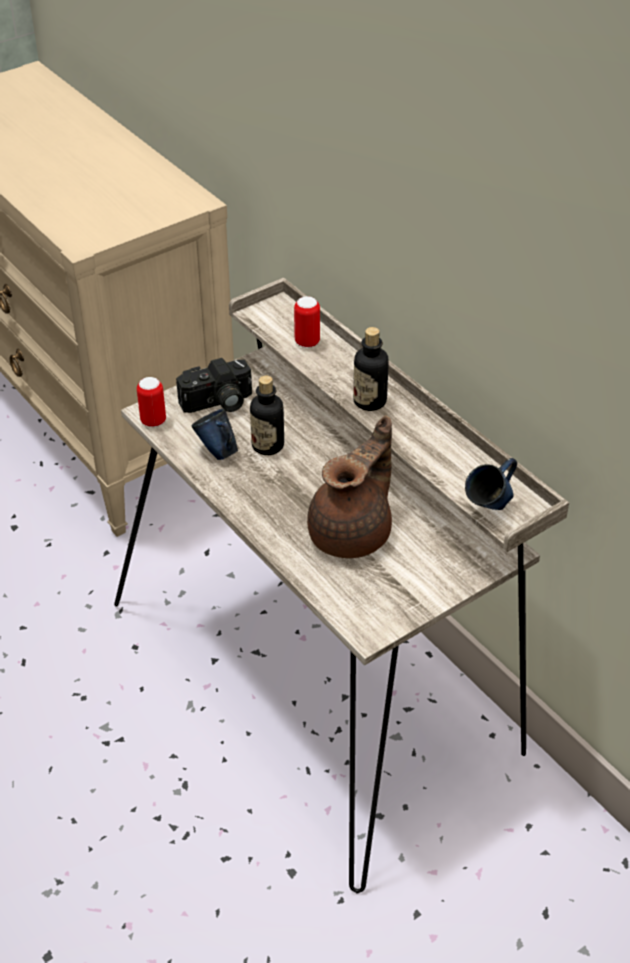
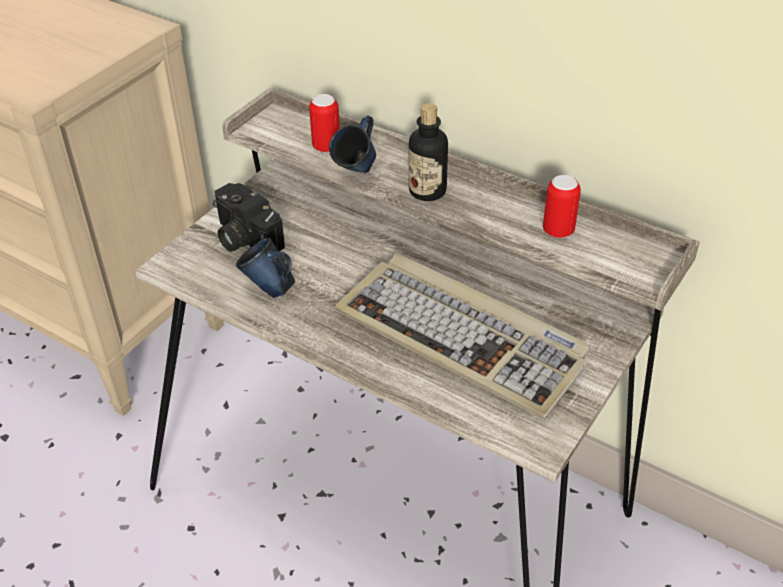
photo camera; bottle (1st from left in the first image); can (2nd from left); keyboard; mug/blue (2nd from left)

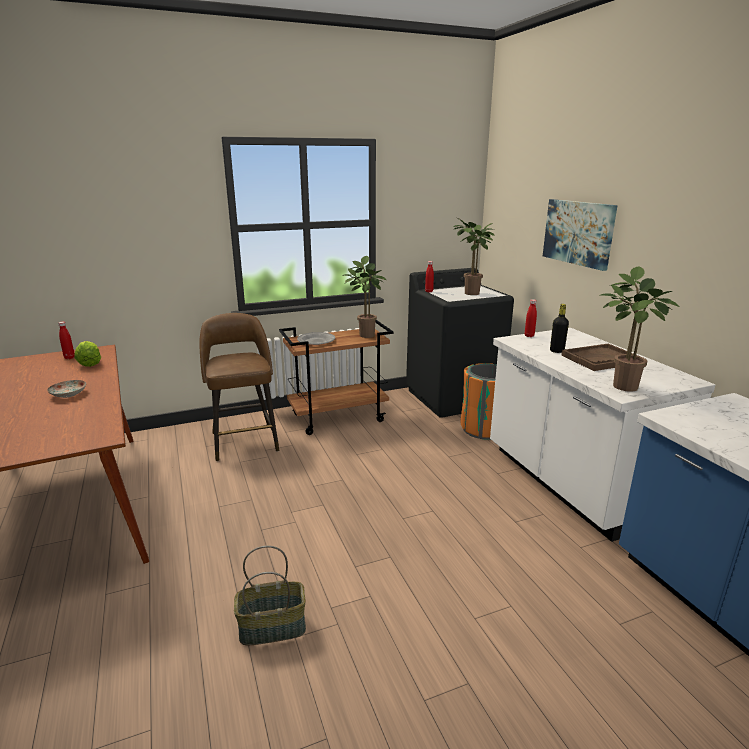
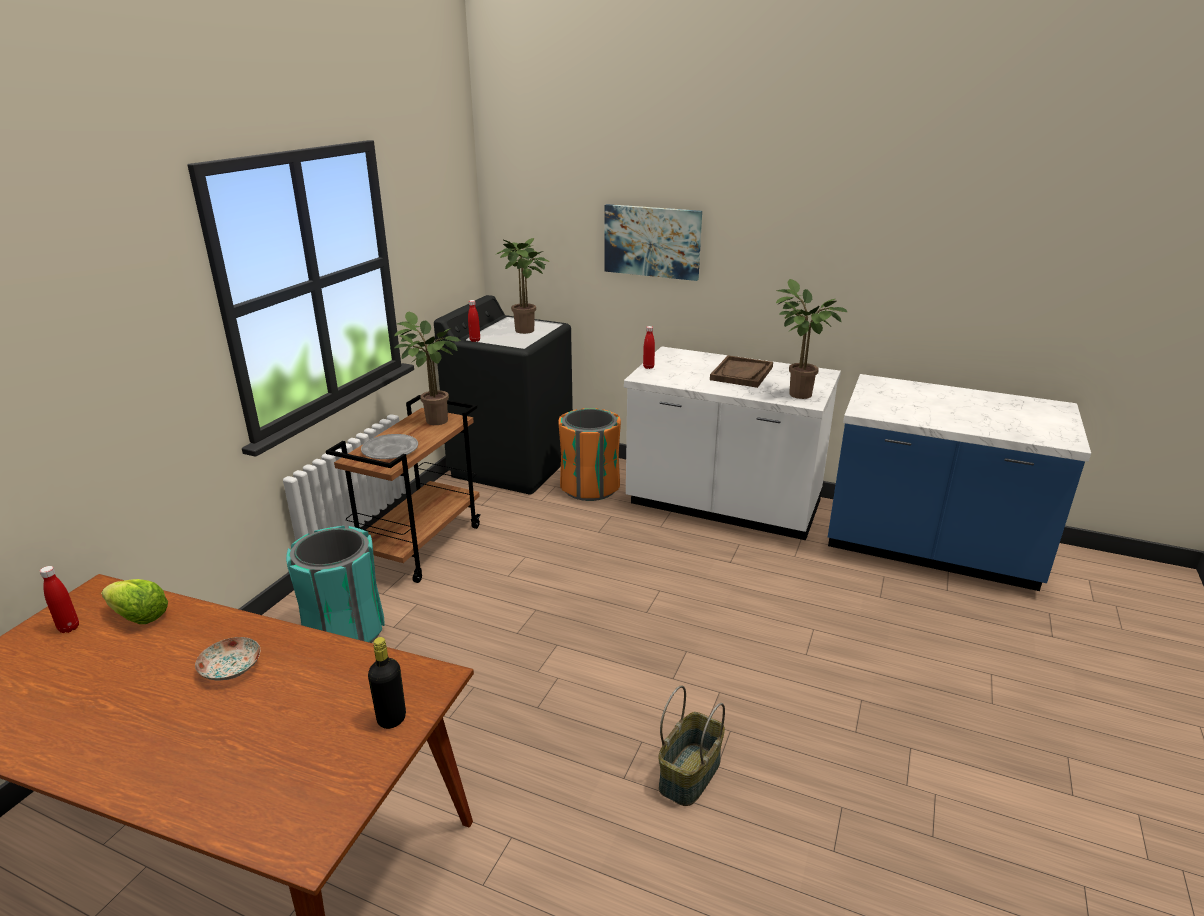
bottle/black; trash can/turquoise

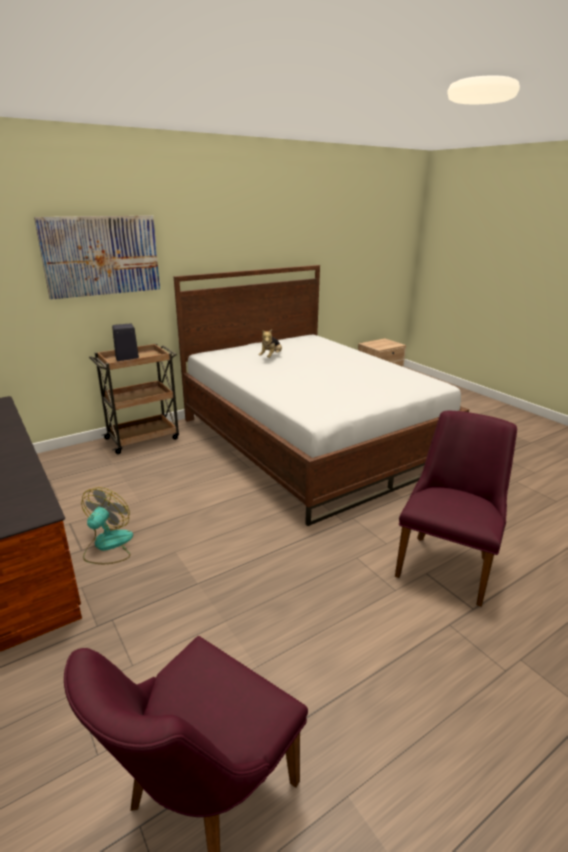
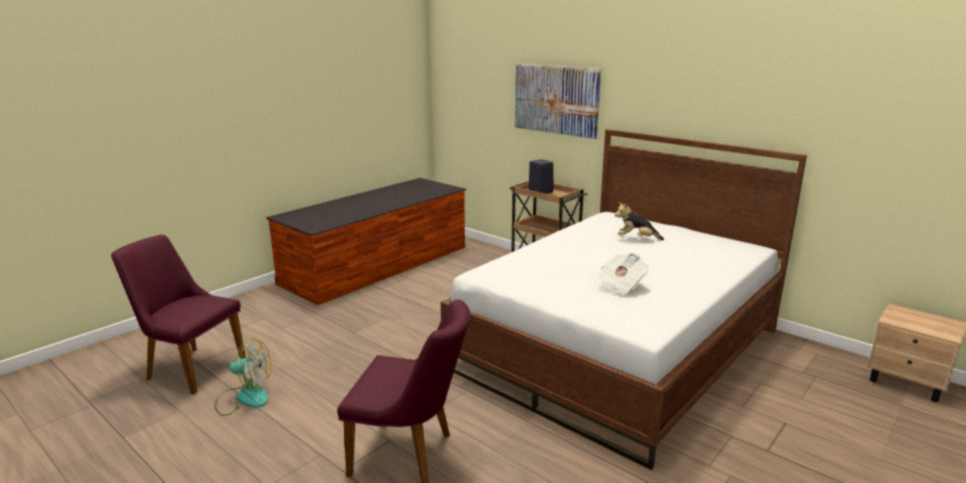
fan; newspaper

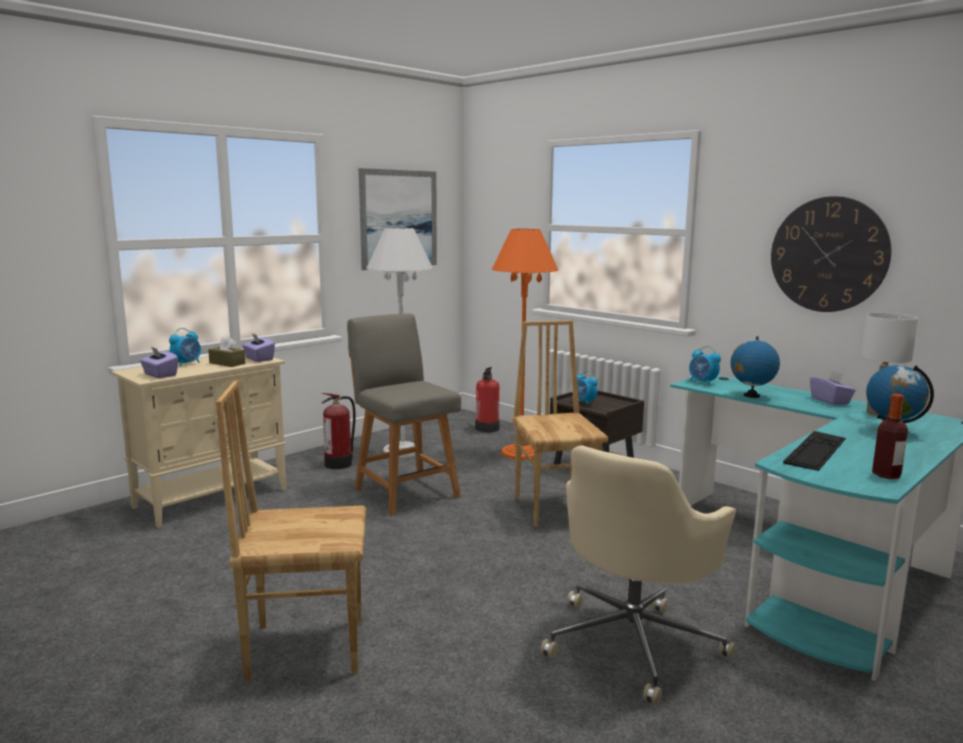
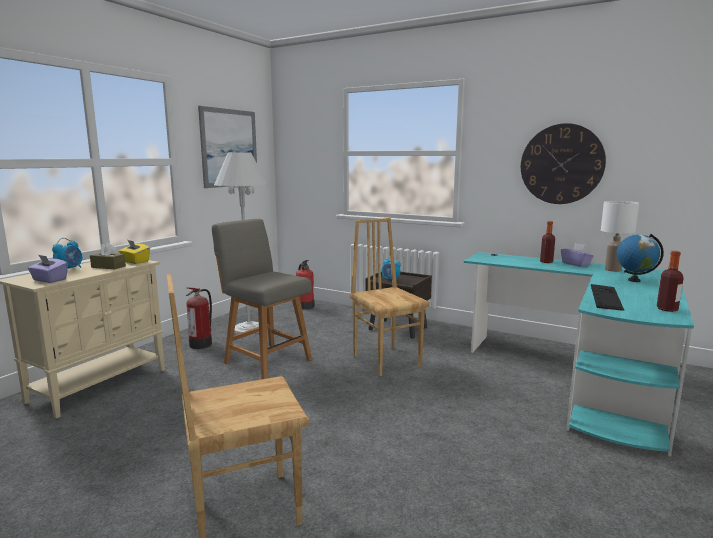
floor lamp/orange; tissue box/yellow; globe (1st from left in the first image); alarm clock (3rd from left in the first image); office chair/beige; bottle (1st from left)

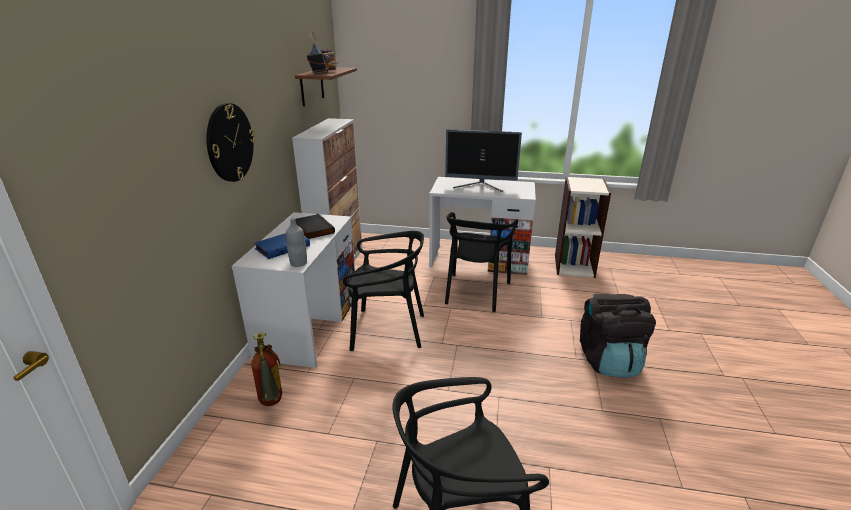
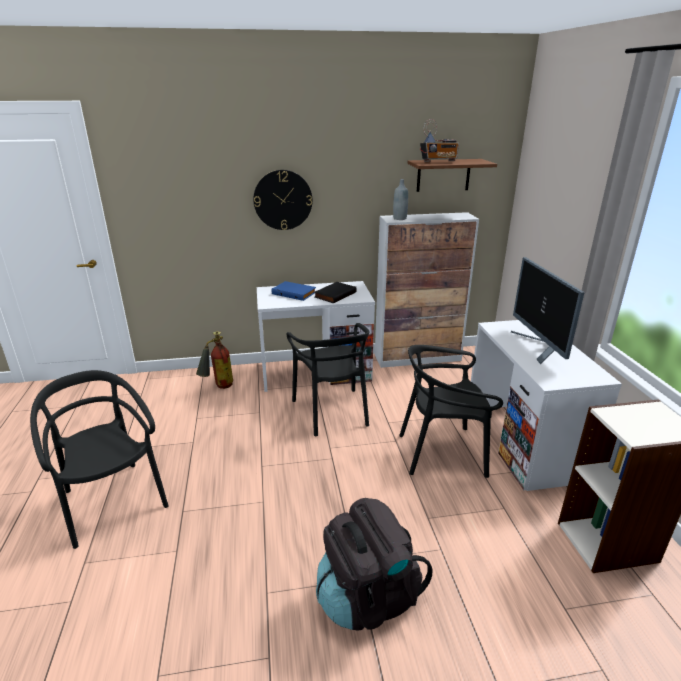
bottle/grey

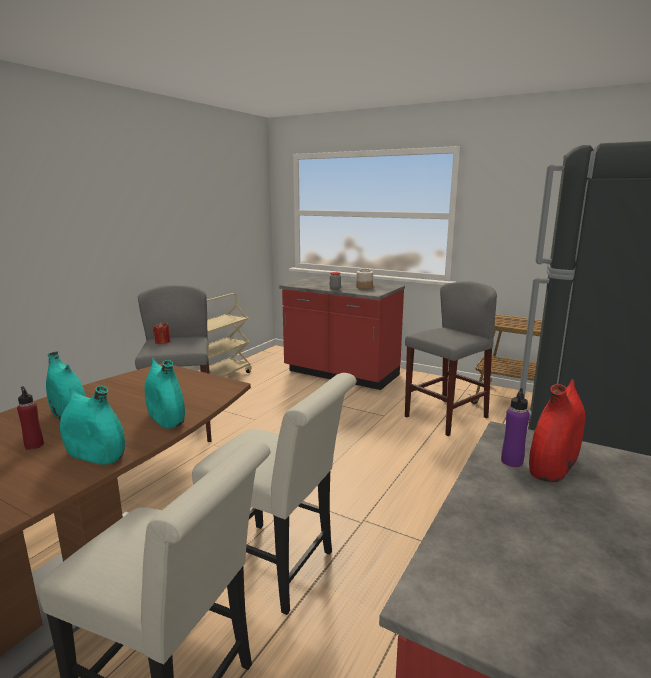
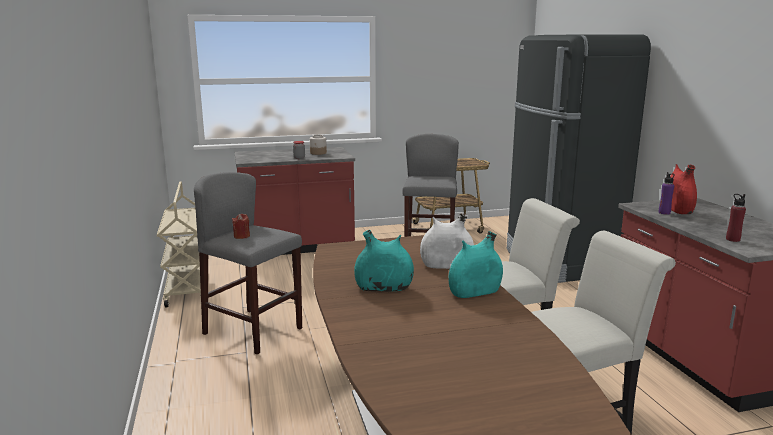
vase/white; bottle/red

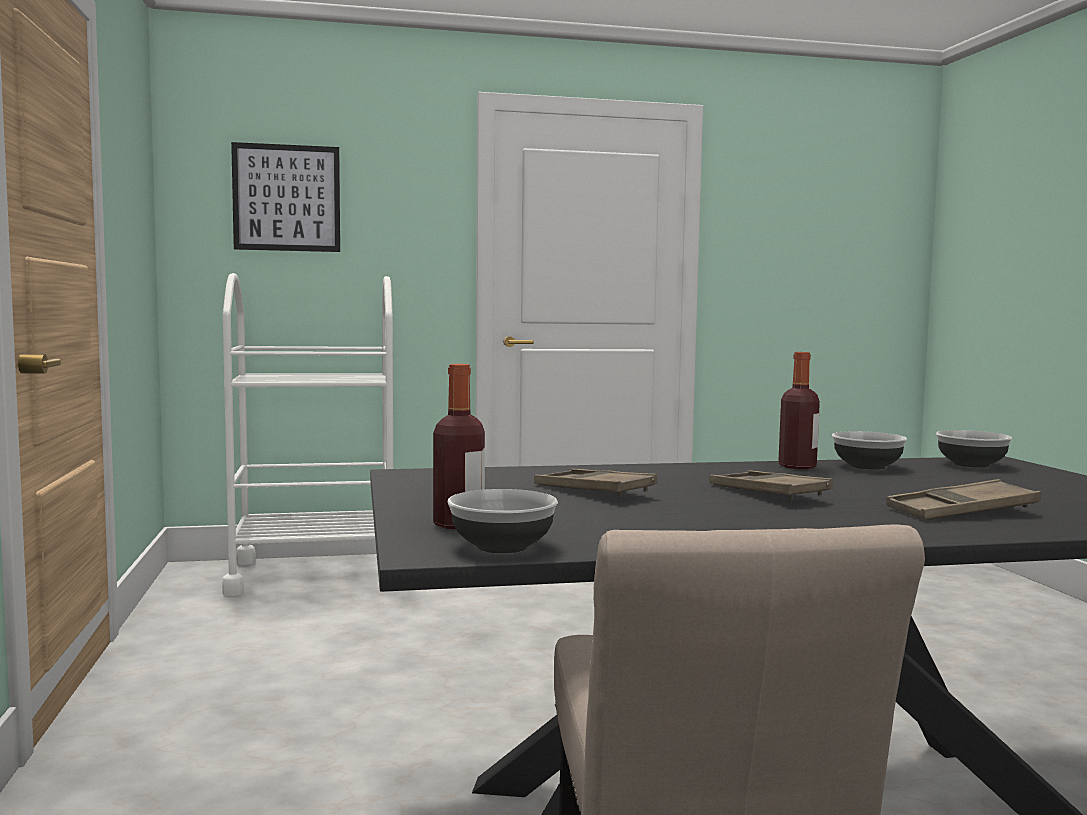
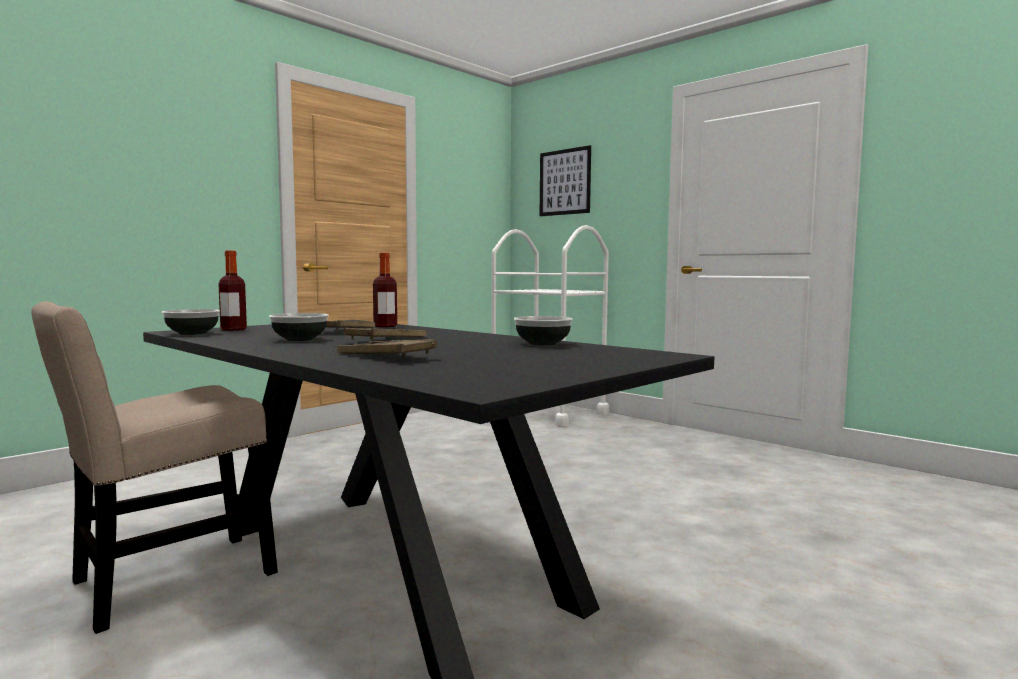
bottle (2nd from left); bowl (2nd from left)

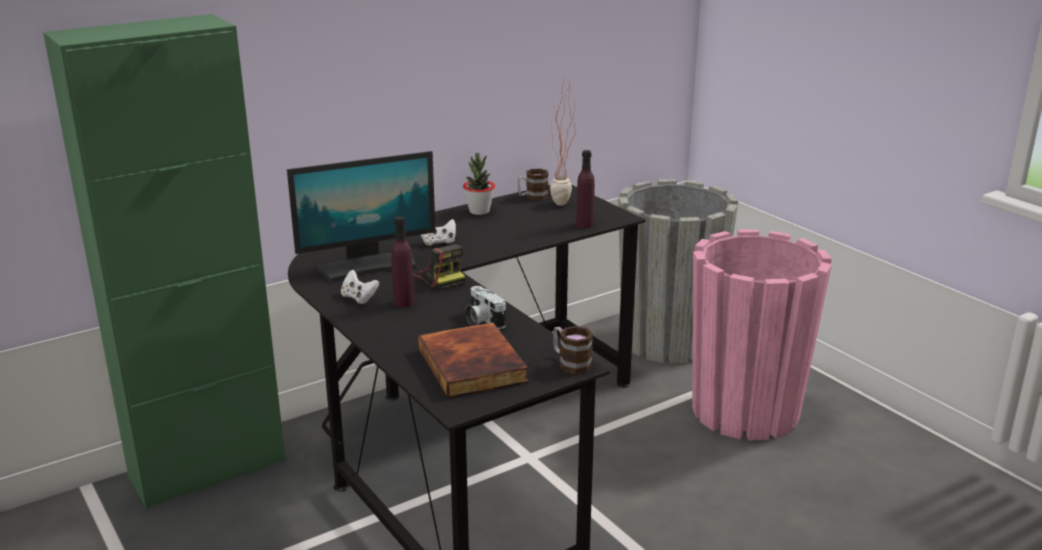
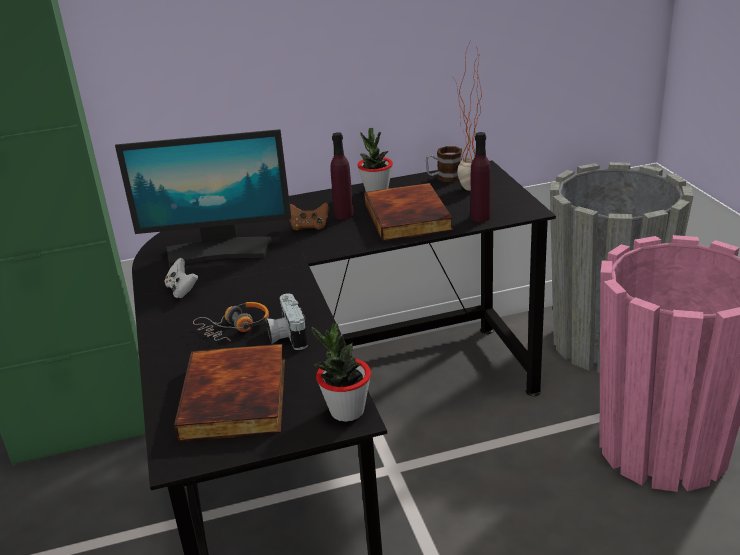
bottle/purple (1st from left); game controller/brown; photo camera (1st from left in the first image); potted plant (1st from left); book (2nd from left); headphones

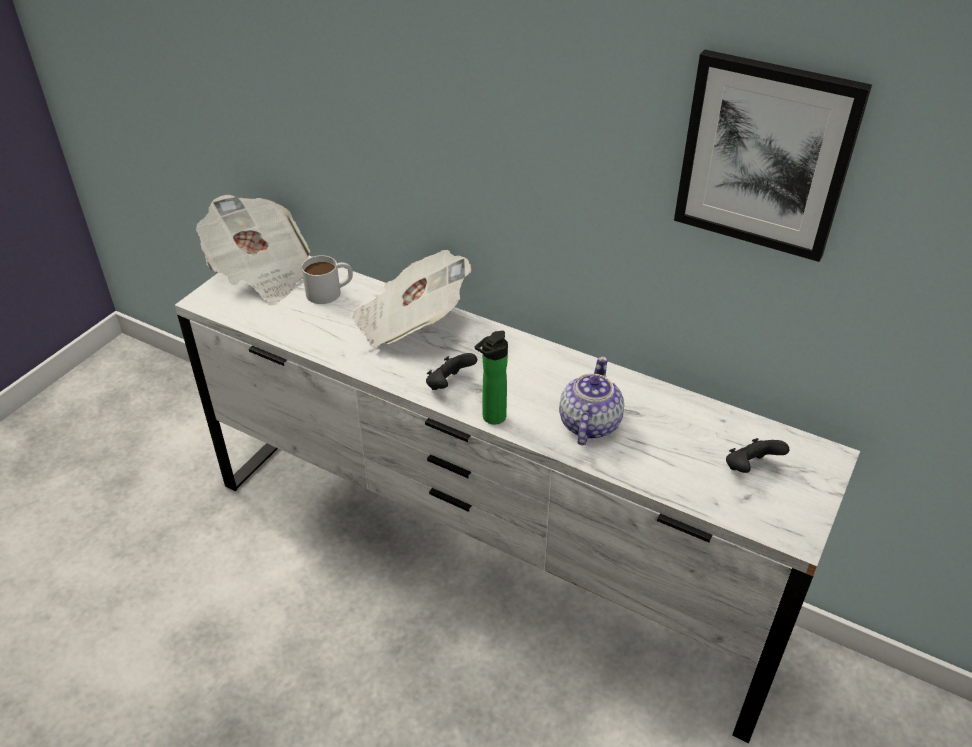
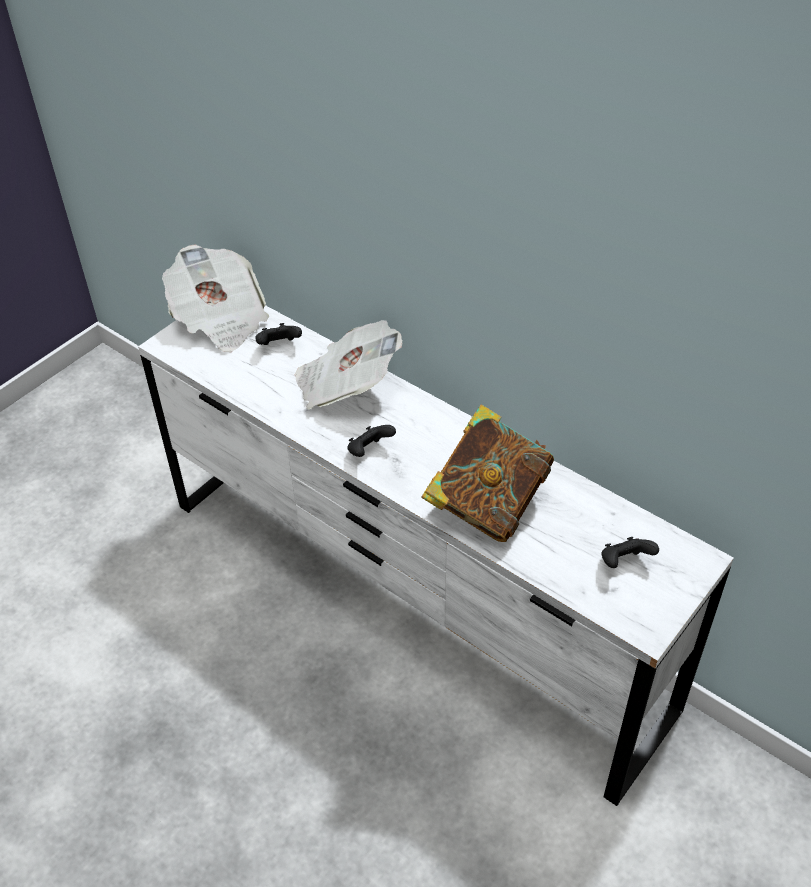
picture; game controller/black (1st from left); bottle; book

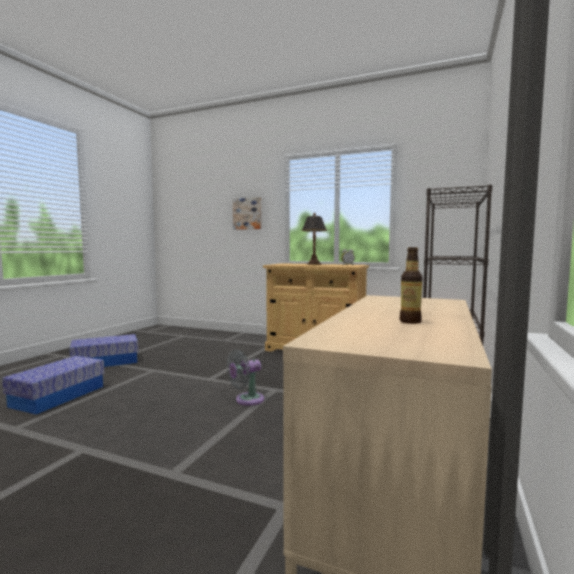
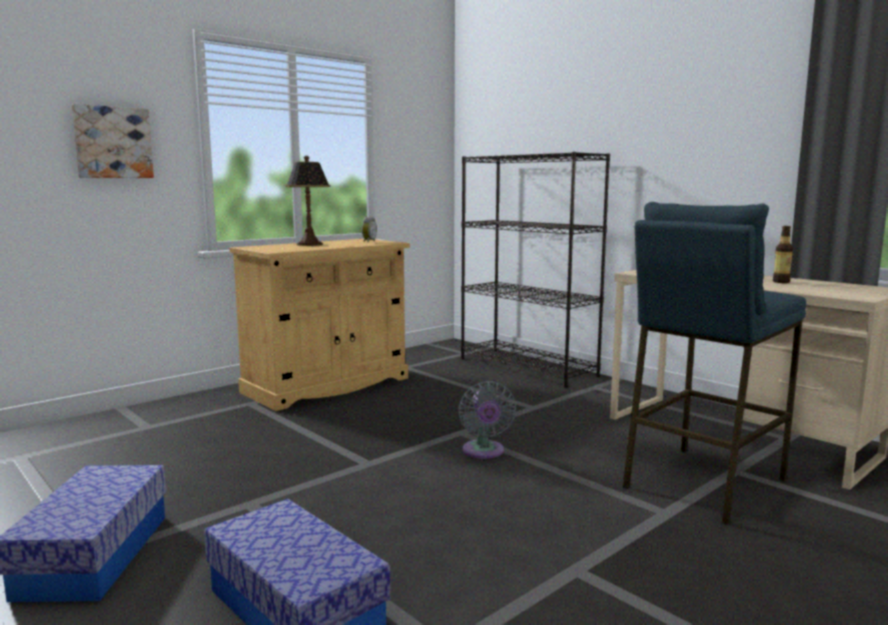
stool/blue

